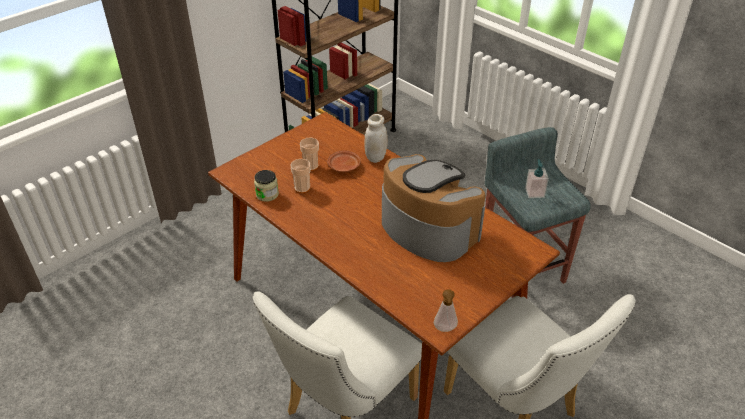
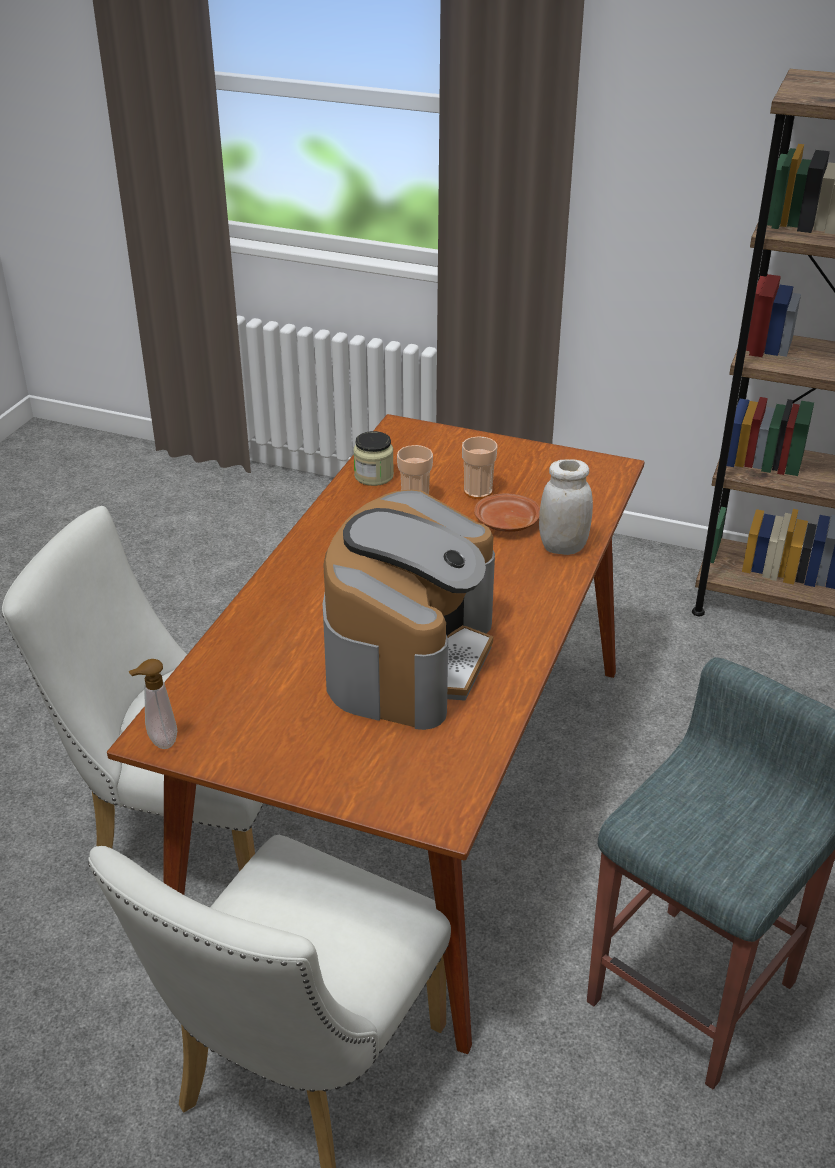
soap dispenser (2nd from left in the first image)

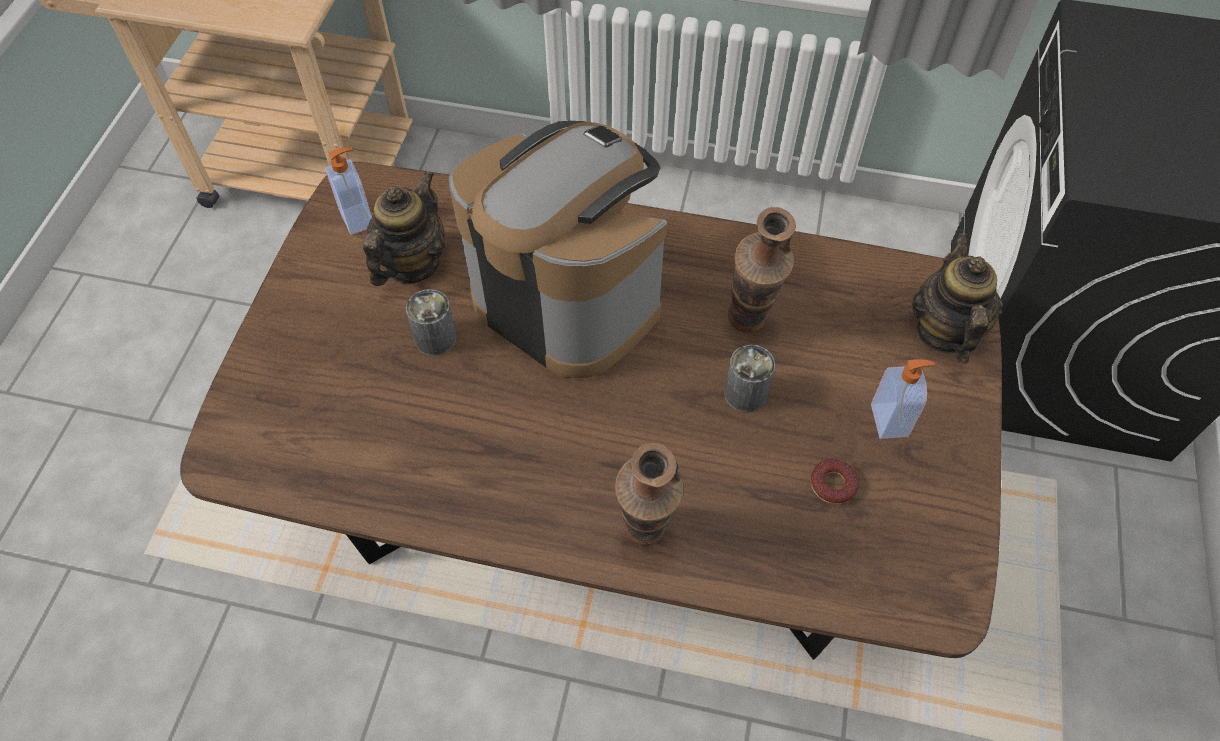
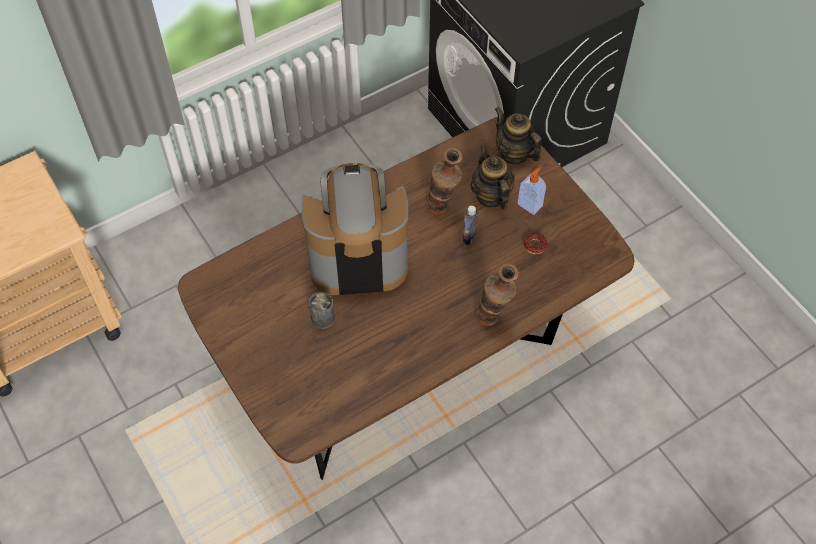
soap dispenser (1st from left in the first image); teapot (1st from left); bottle

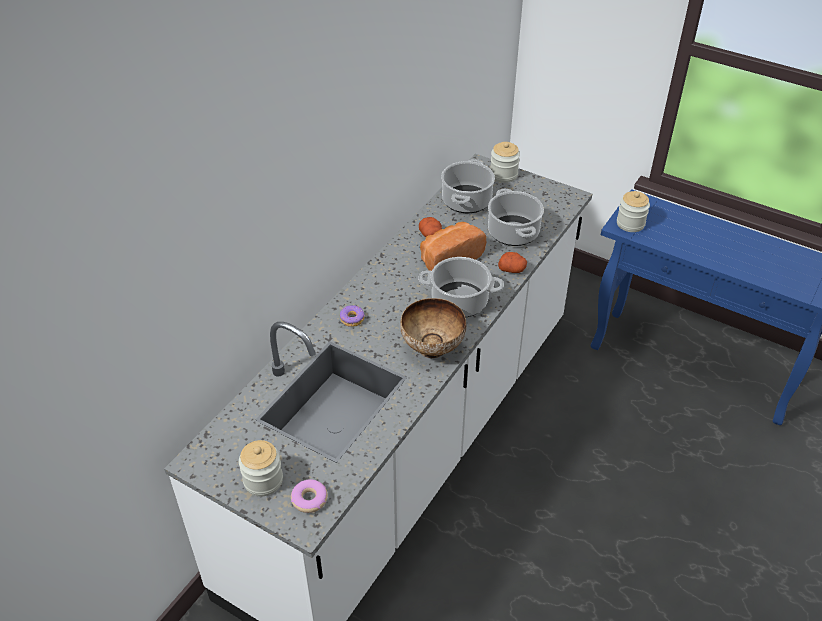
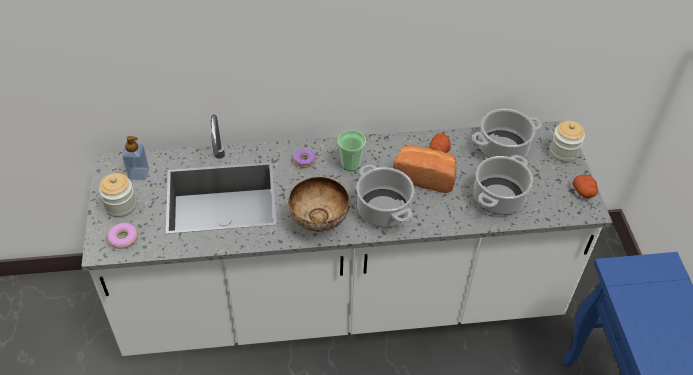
jar (3rd from left in the first image); potato (2nd from left); cup; soap dispenser

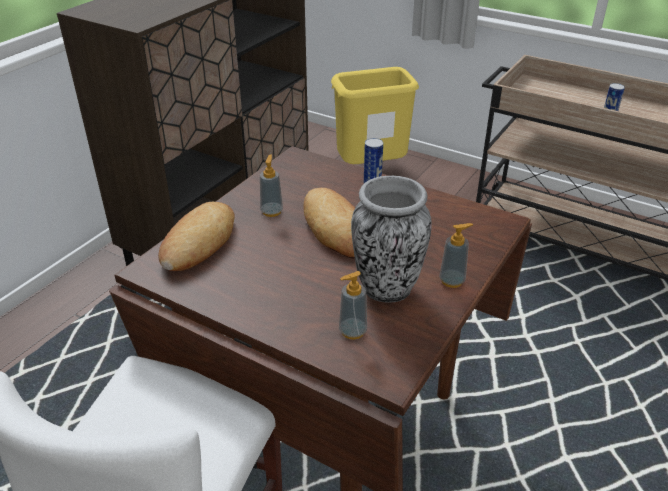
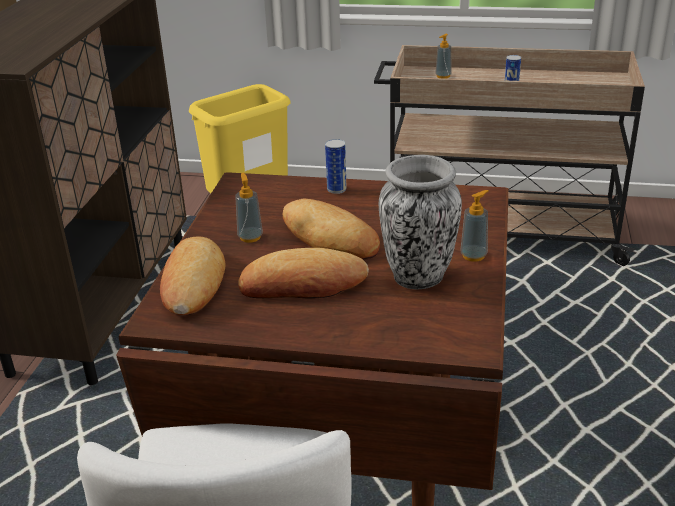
soap dispenser (2nd from left); bread (2nd from left)

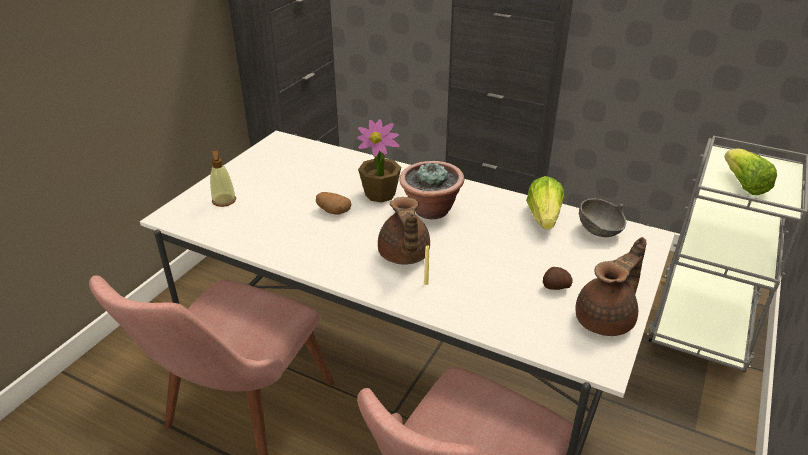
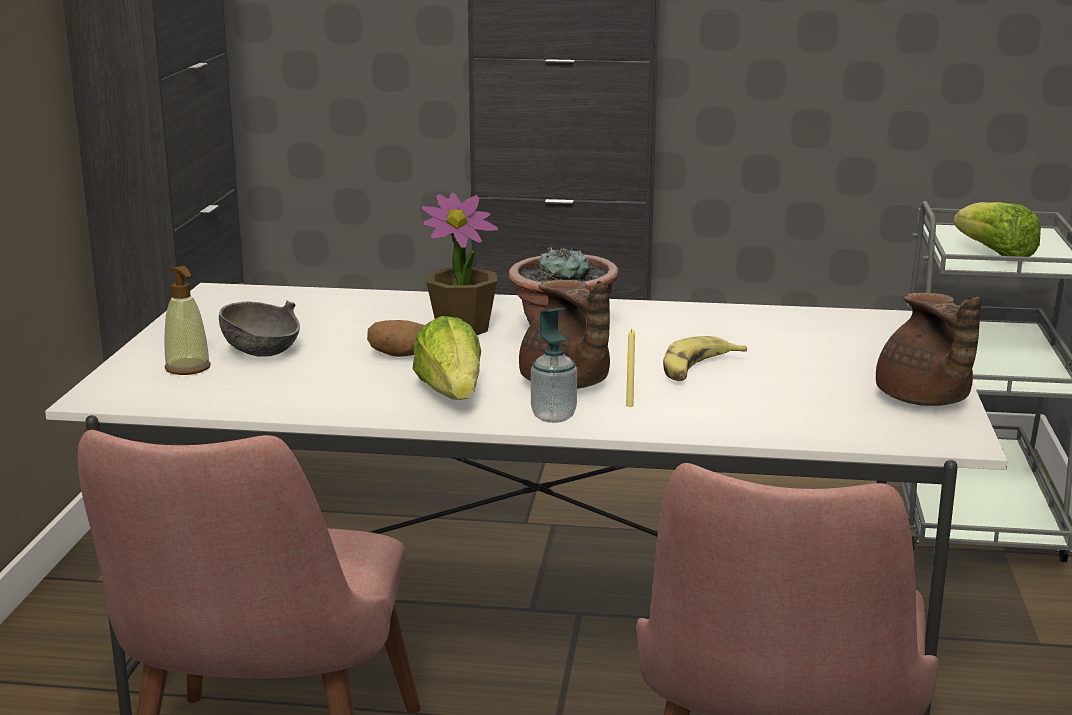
lettuce (1st from left); bowl/grey; teapot/brown (2nd from left); potato (2nd from left in the first image); soap dispenser (2nd from left); banana

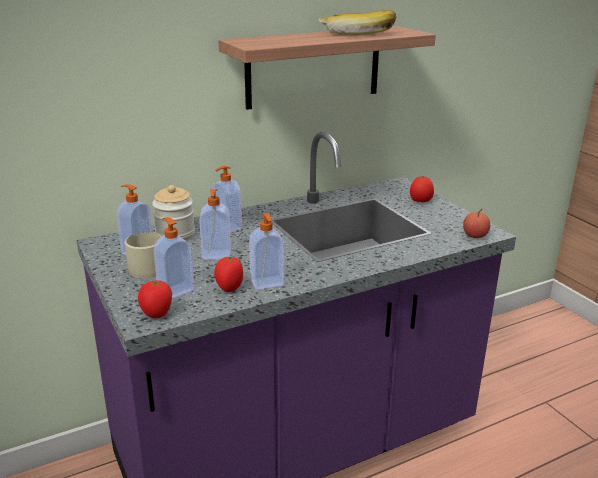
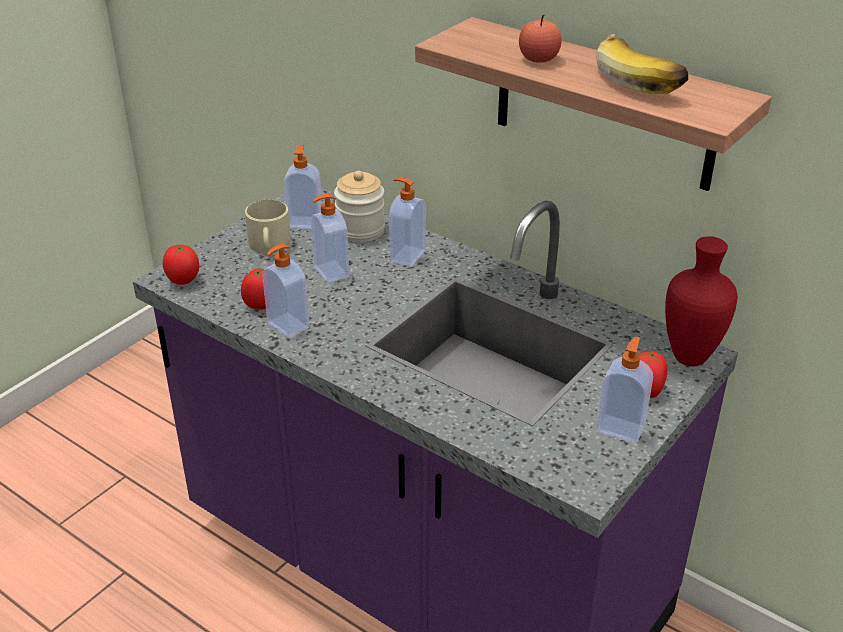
apple; soap dispenser (5th from left); vase/red

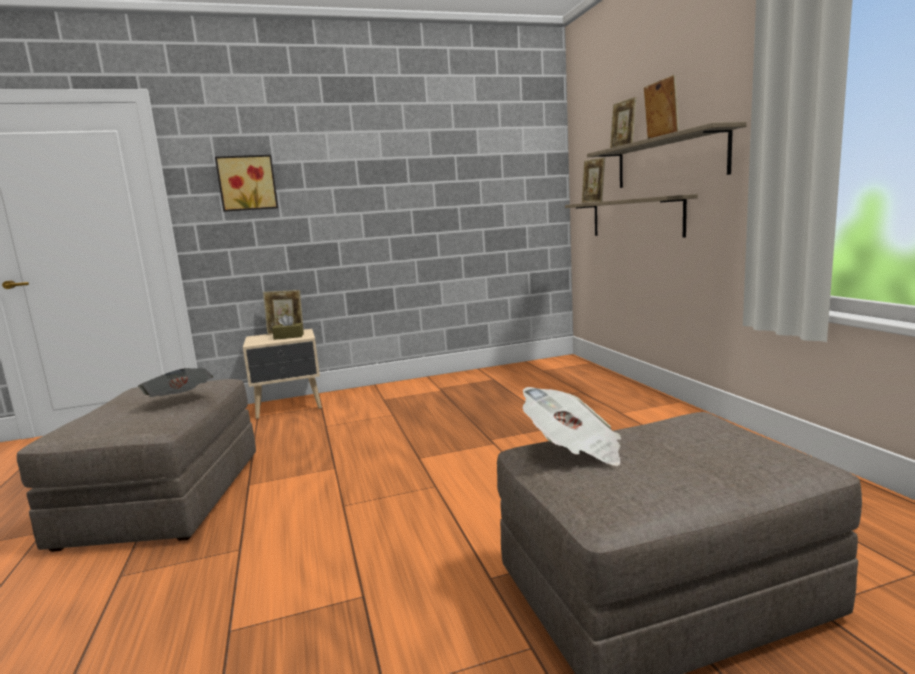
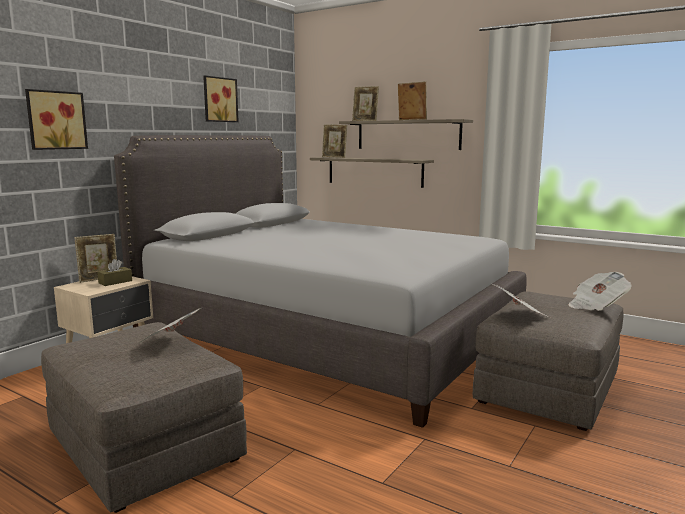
picture (2nd from left); bed/grey; newspaper (3rd from left)

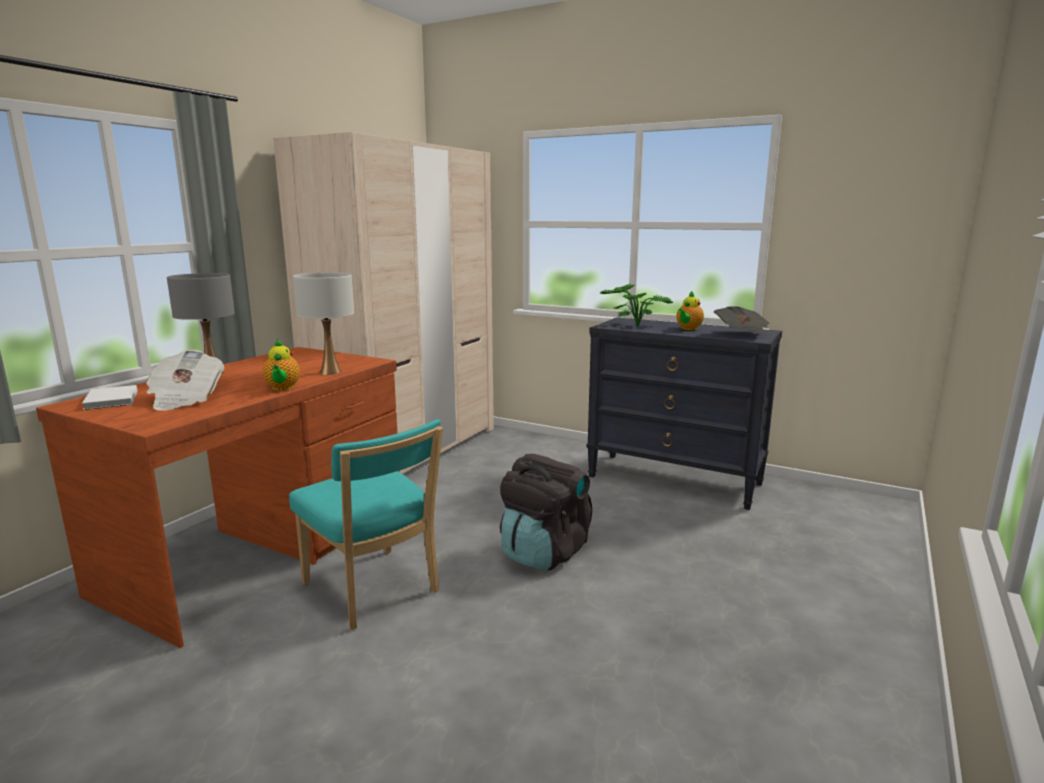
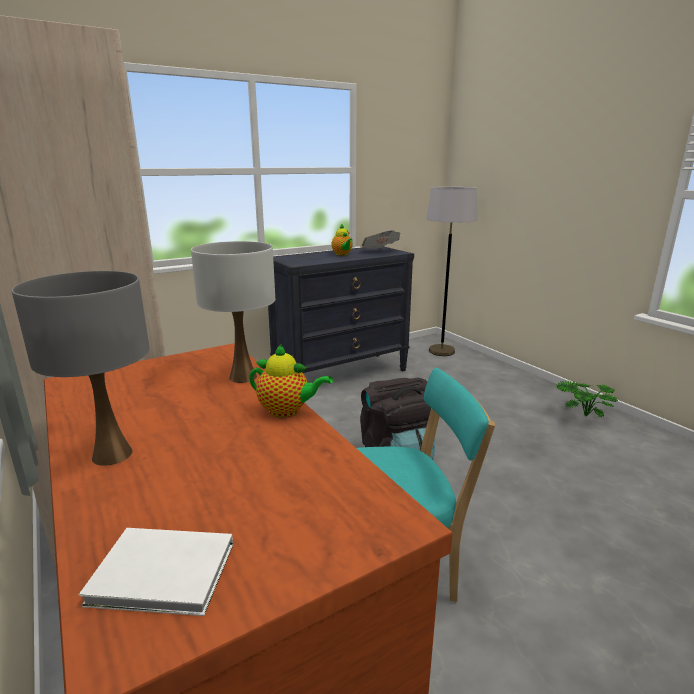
potted plant; newspaper (1st from left in the first image); floor lamp/grey

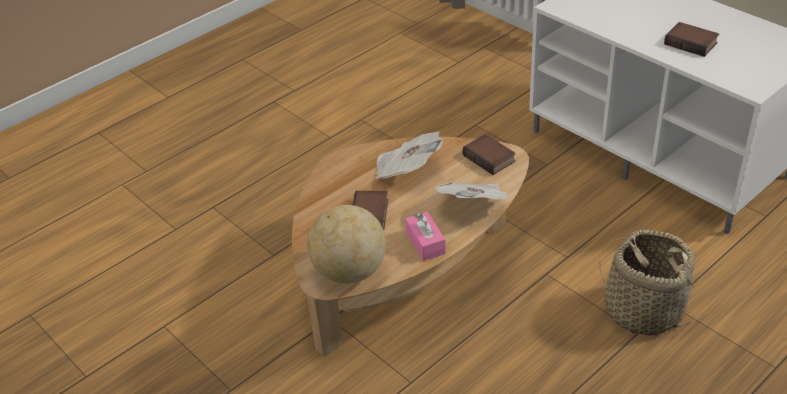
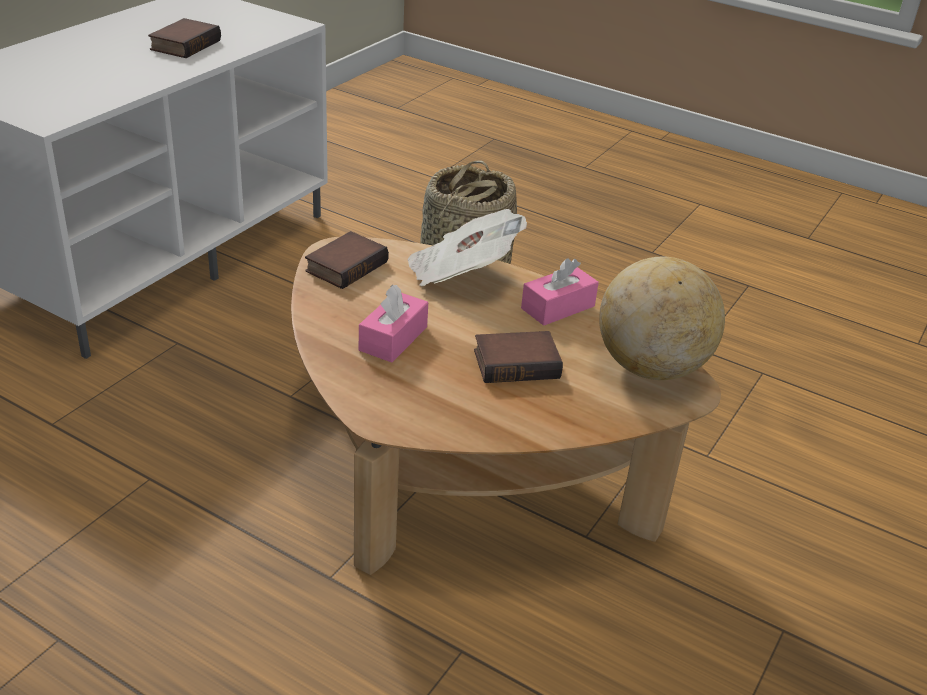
tissue box/pink (1st from left)

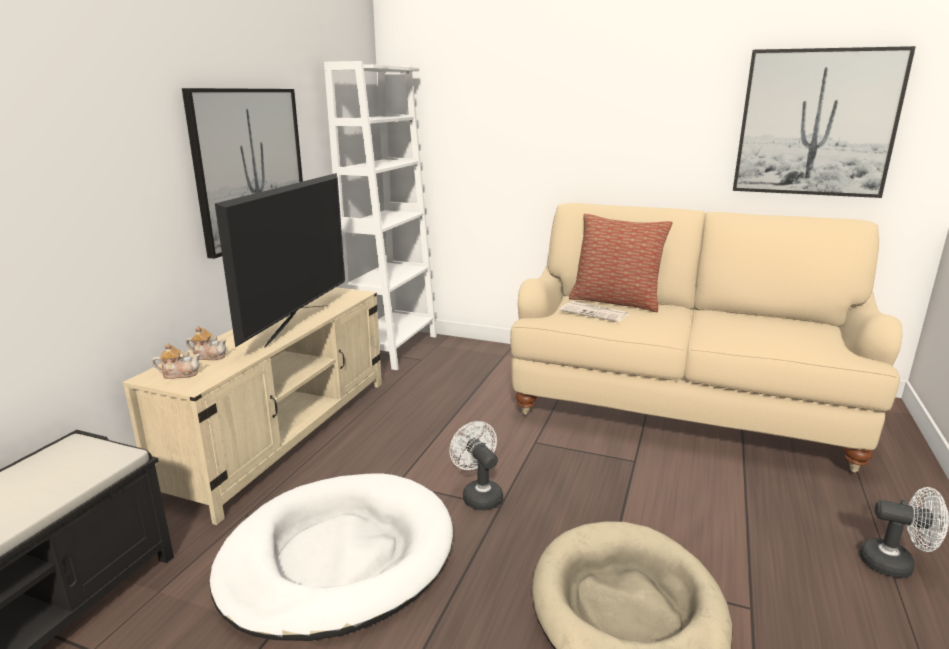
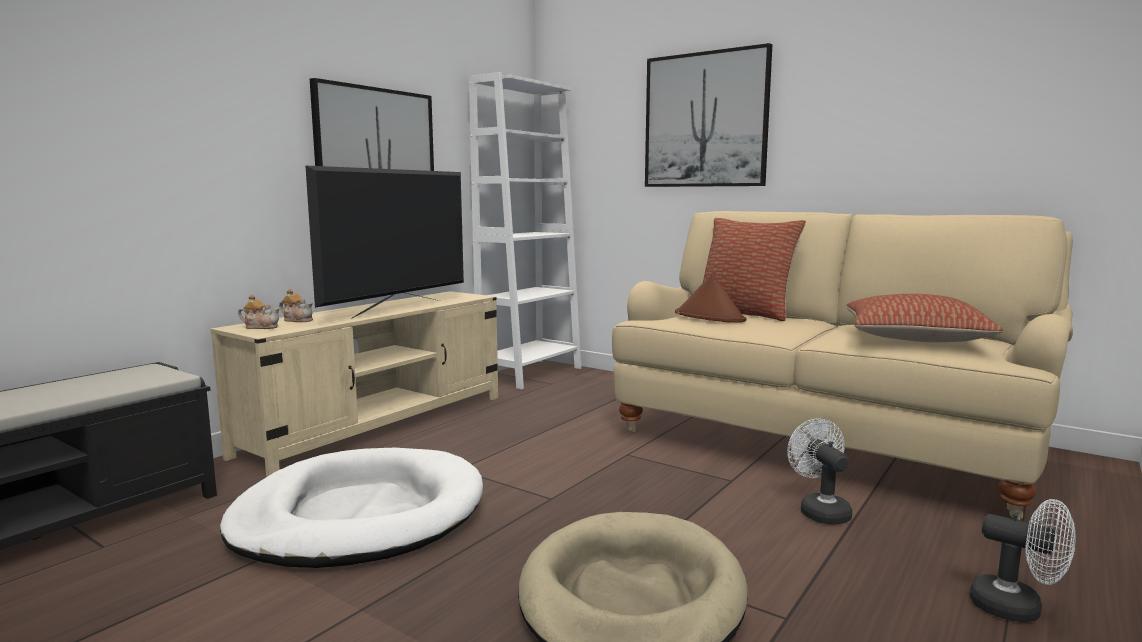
picture (2nd from left); hat/brown; fan/white (1st from left); pillow (2nd from left)

